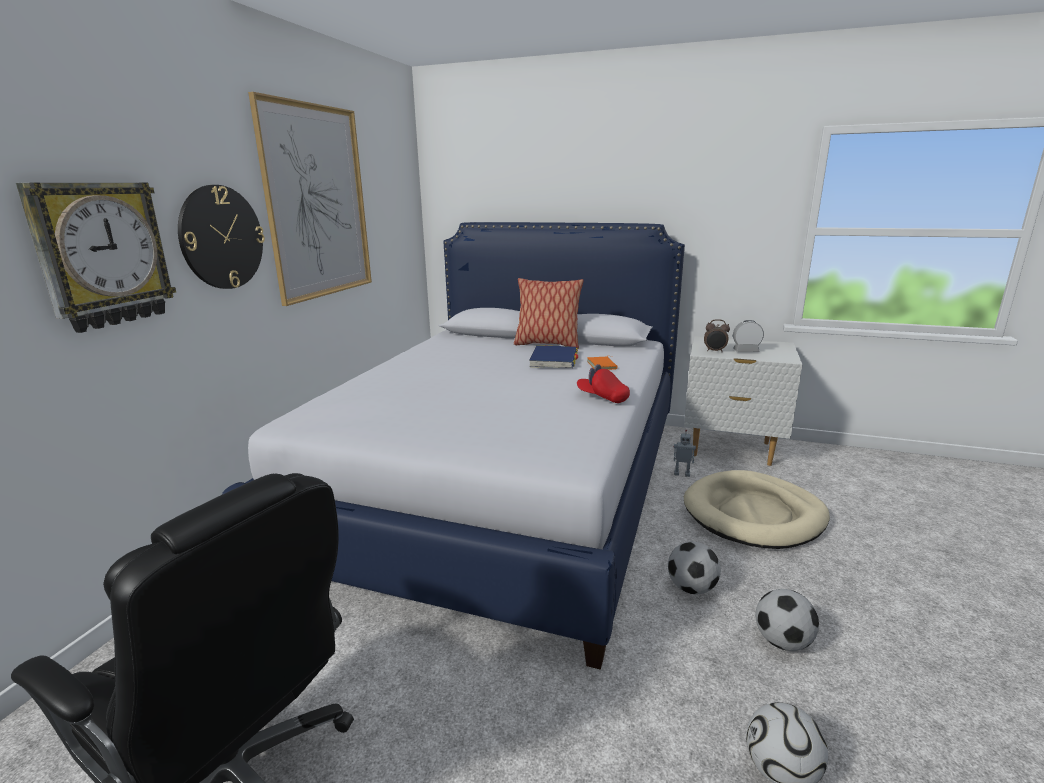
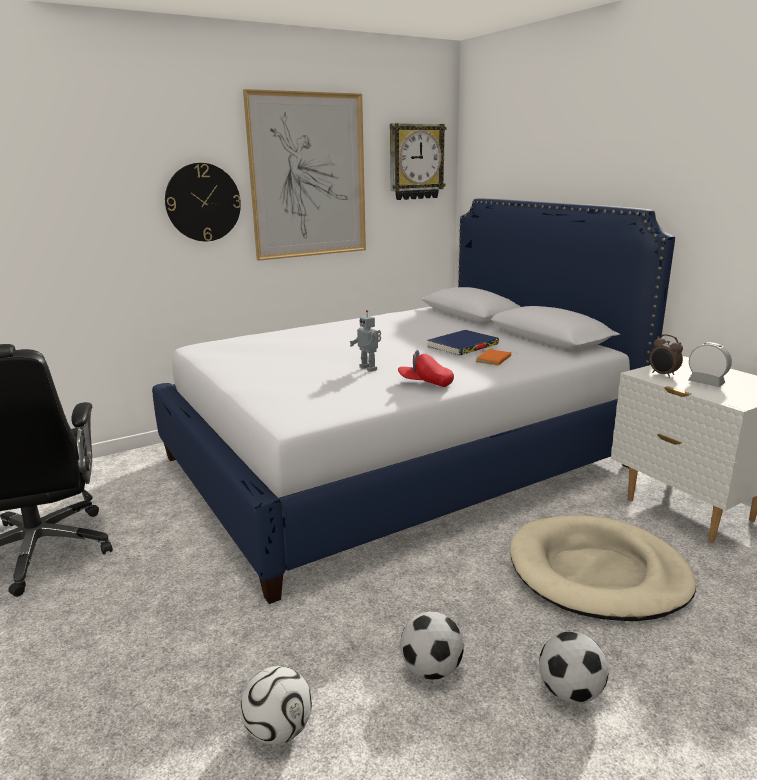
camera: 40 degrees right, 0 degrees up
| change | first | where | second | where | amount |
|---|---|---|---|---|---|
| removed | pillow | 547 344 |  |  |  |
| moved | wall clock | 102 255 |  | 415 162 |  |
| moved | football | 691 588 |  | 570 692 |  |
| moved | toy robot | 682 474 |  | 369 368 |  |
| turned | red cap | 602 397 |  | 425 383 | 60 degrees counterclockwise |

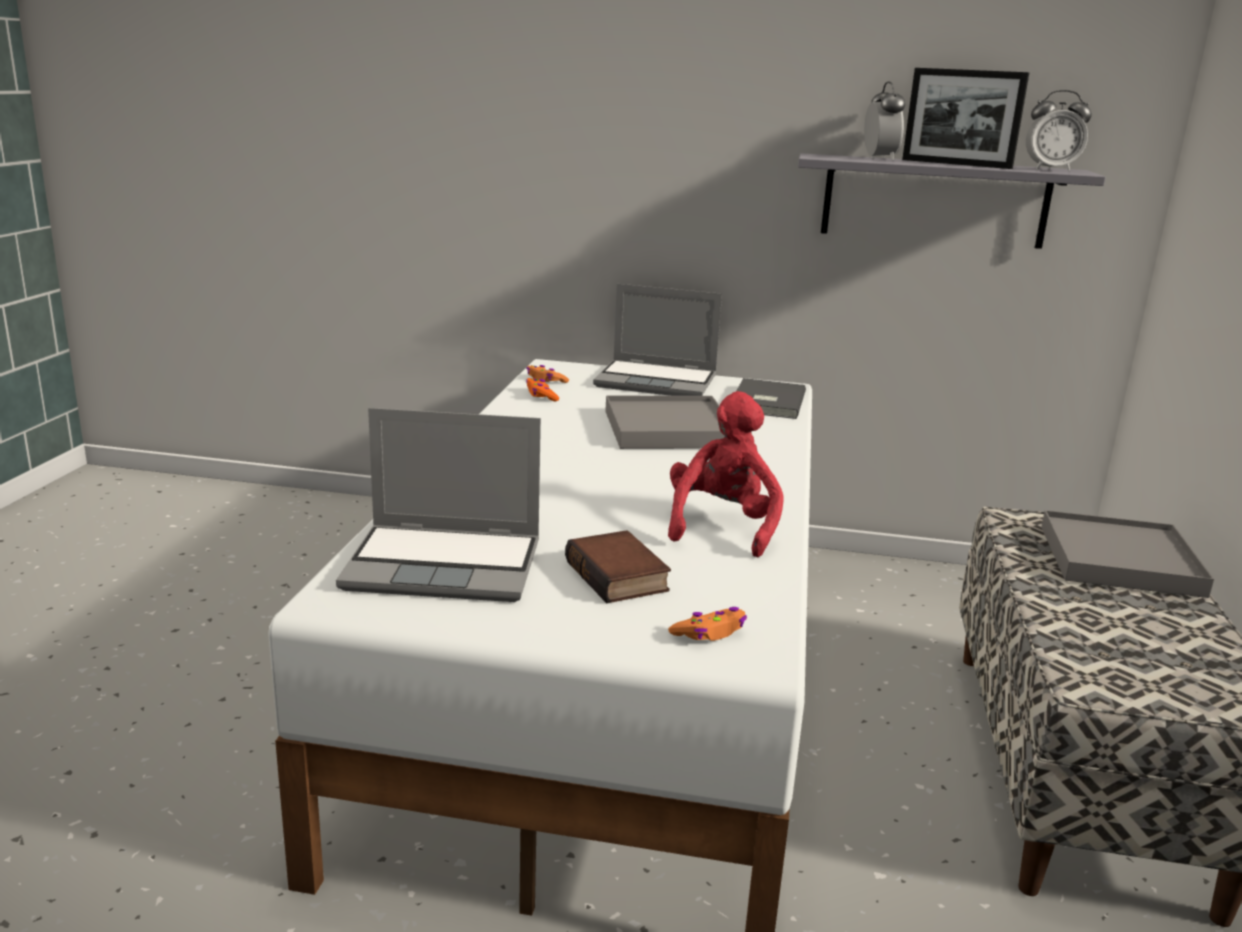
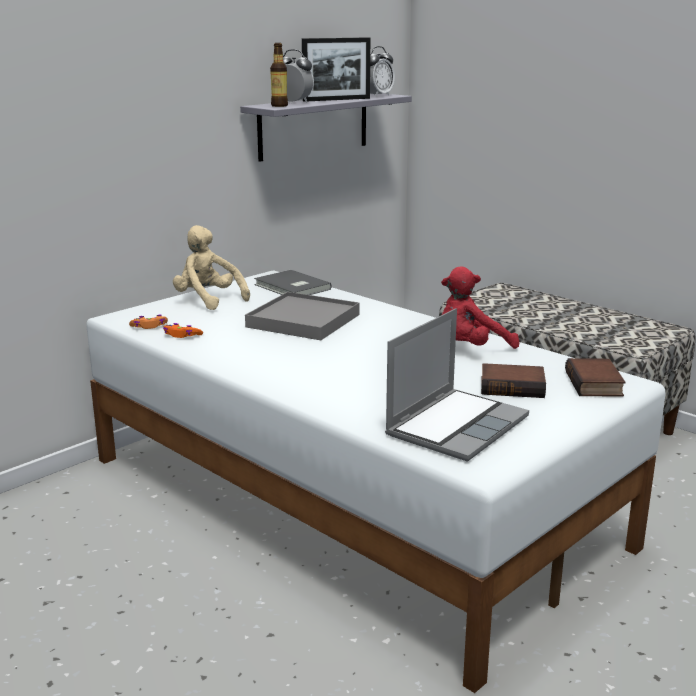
camera: 55 degrees left, 0 degrees up
| change | first | where | second | where | amount |
|---|---|---|---|---|---|
| removed | grey tray | 1118 560 |  |  |  |
| added |  |  | bottle | 279 106 |  |
| replaced | laptop | 658 382 | beige plush toy | 208 300 |  |
| replaced | orange game controller | 710 632 | book | 596 384 |  |
| turned | red plush toy | 722 526 |  | 470 348 | 75 degrees counterclockwise |

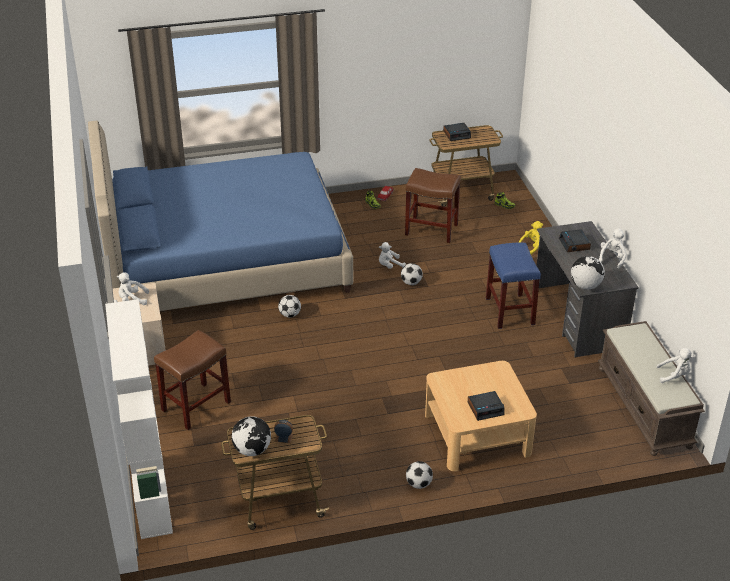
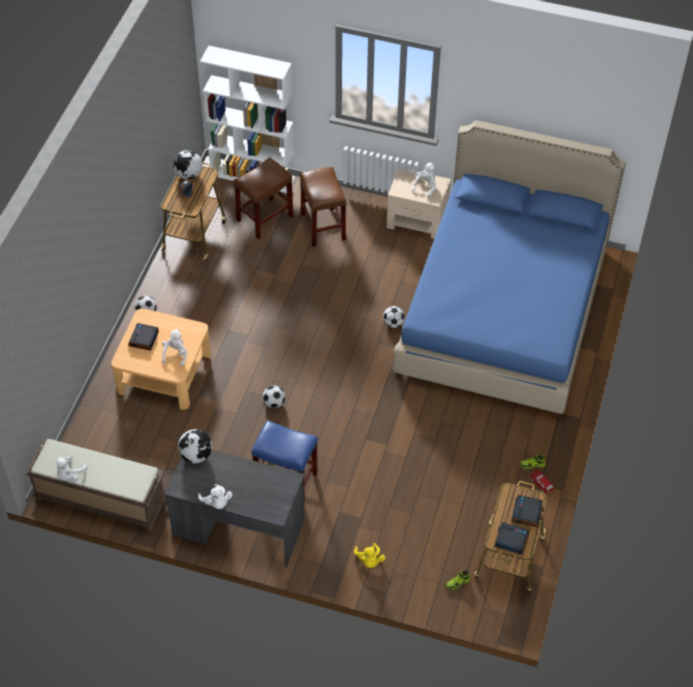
camera: 120 degrees right, 15 degrees up
| change | first | where | second | where | amount |
|---|---|---|---|---|---|
| moved | white plush toy | 389 266 |  | 175 354 |  |
| moved | football | 411 283 |  | 274 403 |  |
| moved | brown stool | 432 230 |  | 264 219 |  |
| moved | alarm clock | 574 244 |  | 511 540 |  |

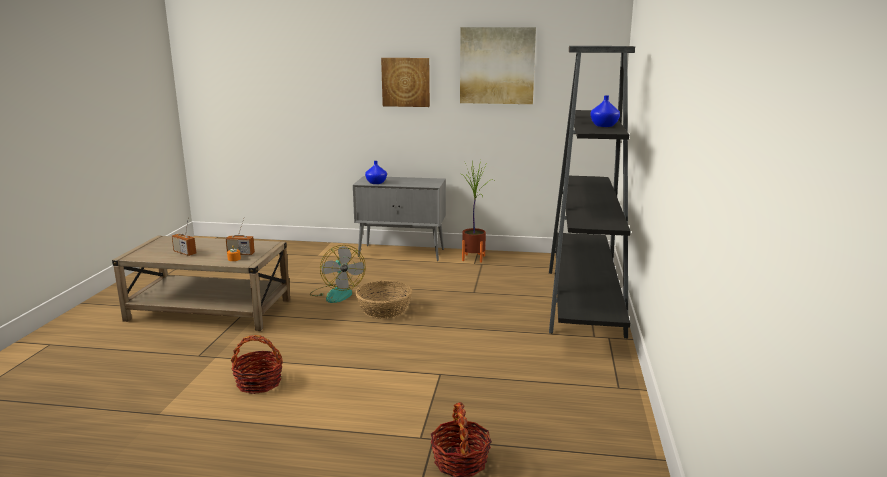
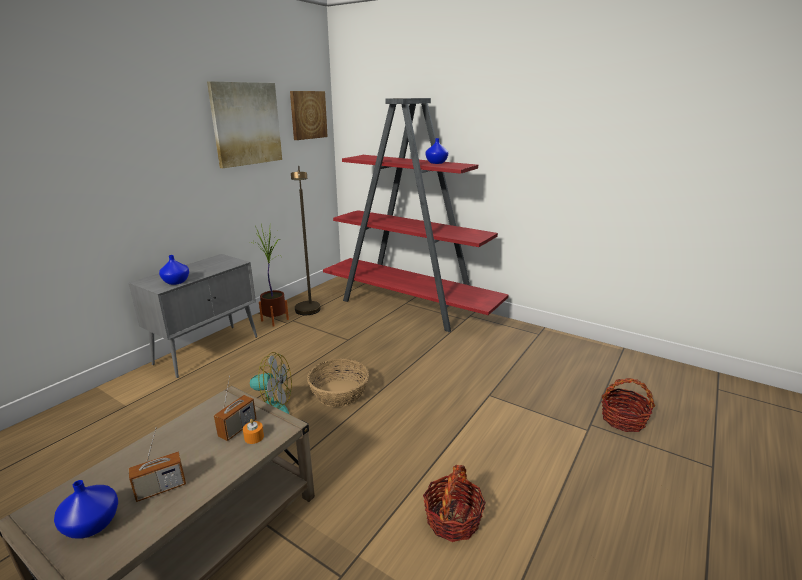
camera: 65 degrees left, 5 degrees up
| change | first | where | second | where | amount |
|---|---|---|---|---|---|
| added |  |  | blue vase | 93 525 |  |
| added |  |  | brown floor lamp | 309 313 |  |
| moved | picture | 406 82 |  | 308 115 |  |
| recoloured | black bookcase | 584 302 | red bookcase | 410 306 |  |

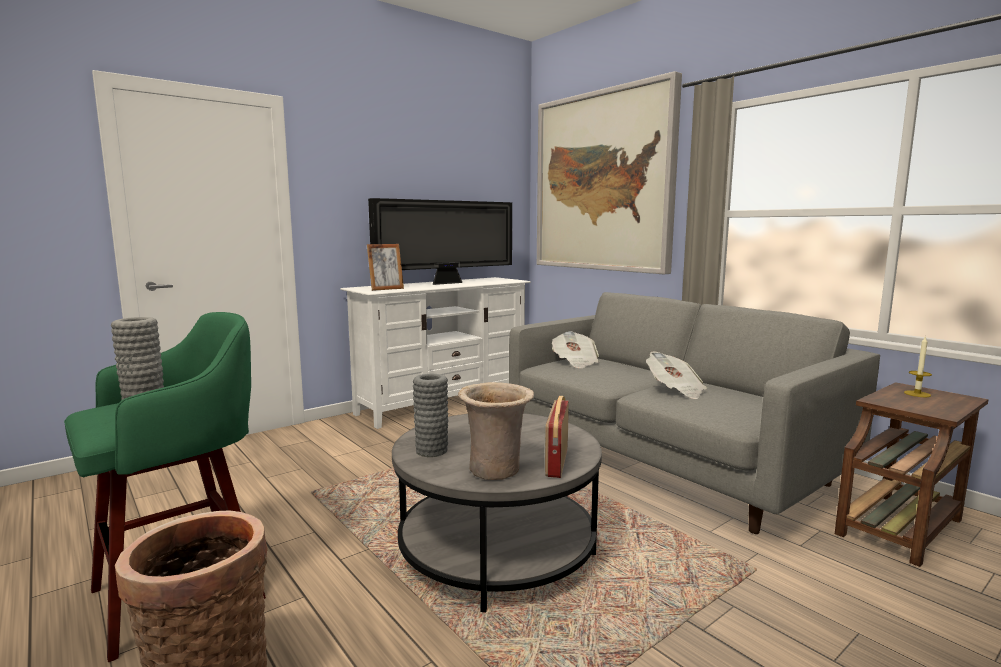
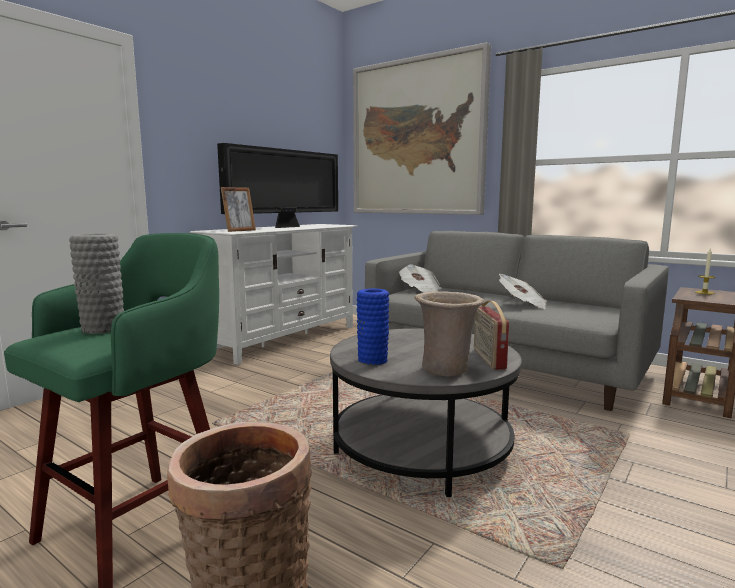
camera: 15 degrees left, 0 degrees up
| change | first | where | second | where | amount |
|---|---|---|---|---|---|
| recoloured | grey vase | 431 450 | blue vase | 372 360 |  |

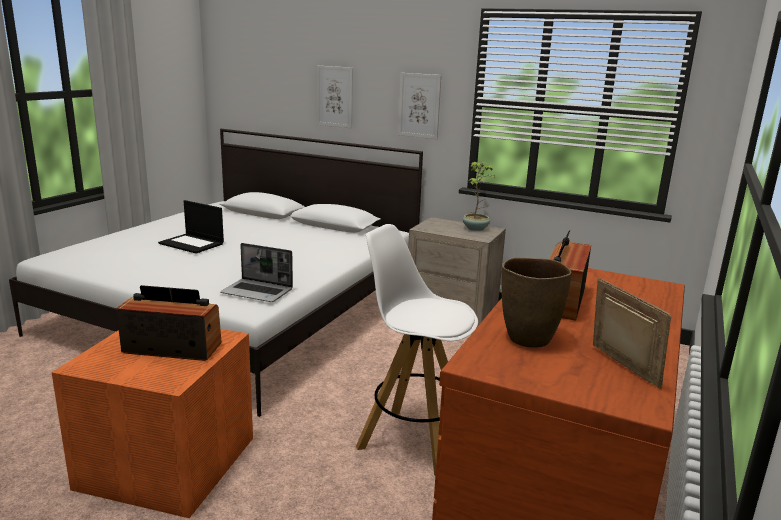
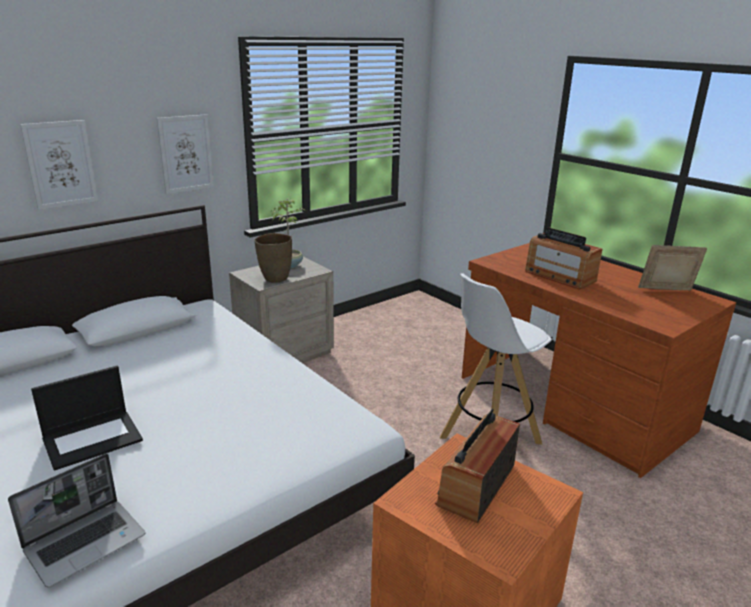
camera: 65 degrees left, 5 degrees up
| change | first | where | second | where | amount |
|---|---|---|---|---|---|
| moved | laptop | 258 292 |  | 86 542 |  |
| moved | brown vase | 527 339 |  | 275 279 |  |

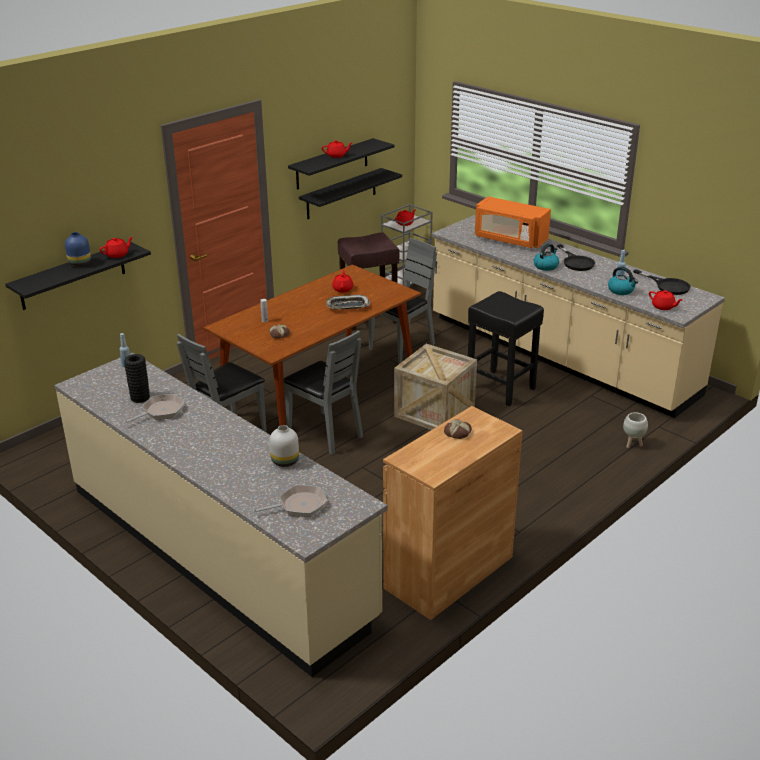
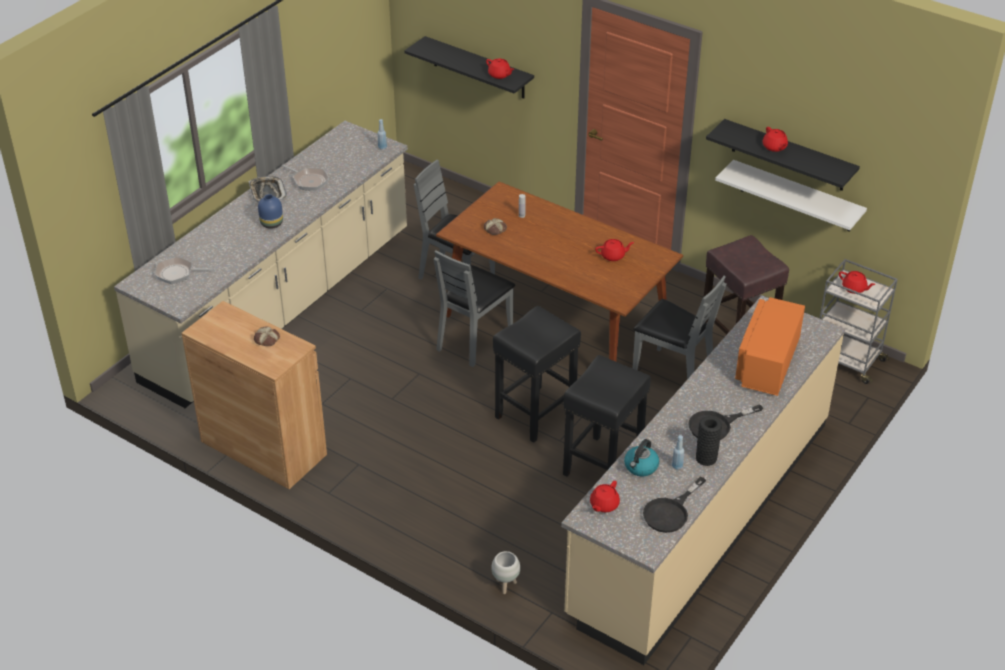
camera: 80 degrees right, 10 degrees up
| change | first | where | second | where | amount |
|---|---|---|---|---|---|
| removed | white vase | 284 461 |  |  |  |
| removed | kettle | 546 266 |  |  |  |
| moved | blue vase | 79 263 |  | 272 223 |  |
| moved | black vase | 140 397 |  | 706 458 |  |
| moved | tray | 347 306 |  | 267 193 |  |
| replaced | crate | 434 412 | black stool | 535 415 |  |
| recoloured | black shelf | 341 194 | white shelf | 796 196 |  |
| turned | frying pan | 299 505 |  | 177 273 | 120 degrees clockwise |

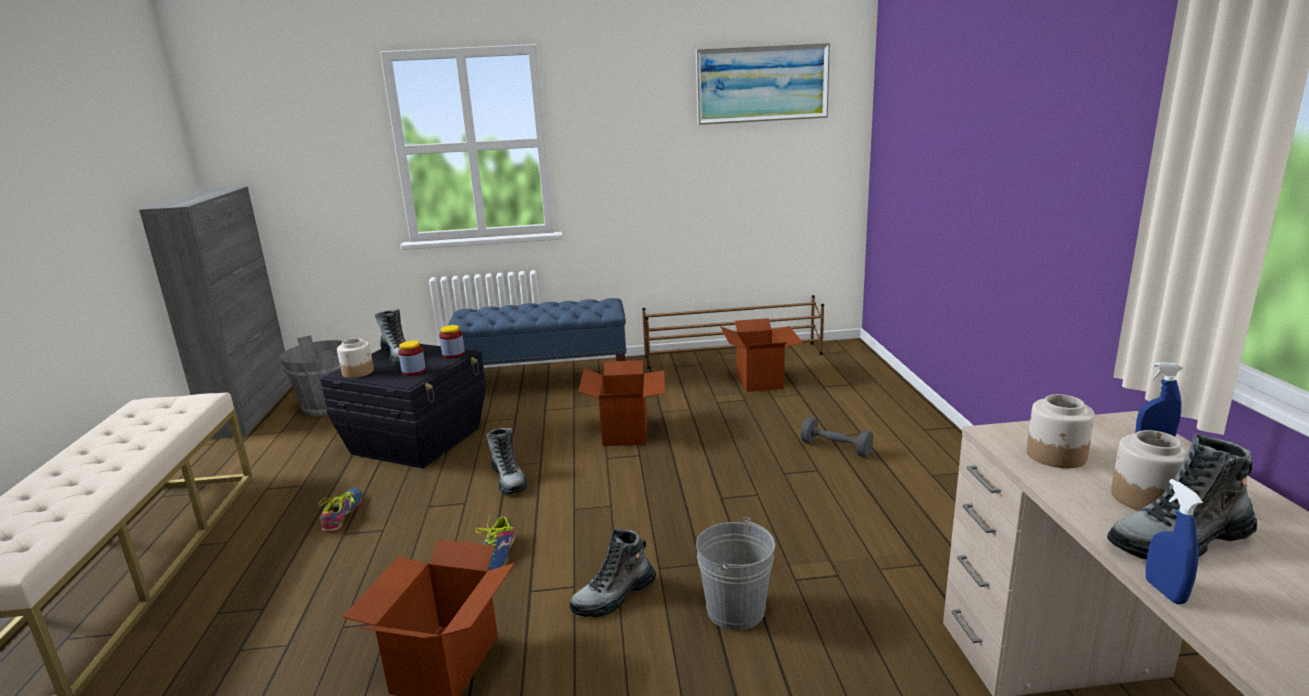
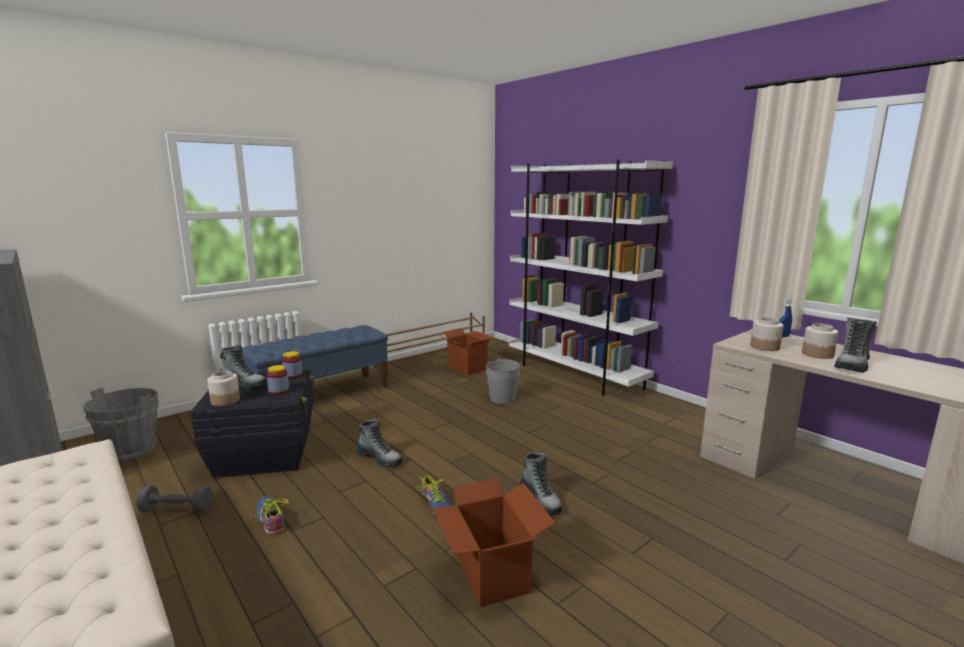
camera: 35 degrees left, 5 degrees down
| change | first | where | second | where | amount |
|---|---|---|---|---|---|
| removed | cardboard box | 626 432 |  |  |  |
| removed | picture | 762 84 |  |  |  |
| removed | blue spray bottle | 1164 591 |  |  |  |
| added |  |  | white bookcase | 574 374 |  |
| moved | grey bucket | 735 610 |  | 502 398 |  |
| moved | grey dumbbell | 836 448 |  | 177 509 |  |
| turned | boot | 614 597 |  | 541 499 | 45 degrees counterclockwise |

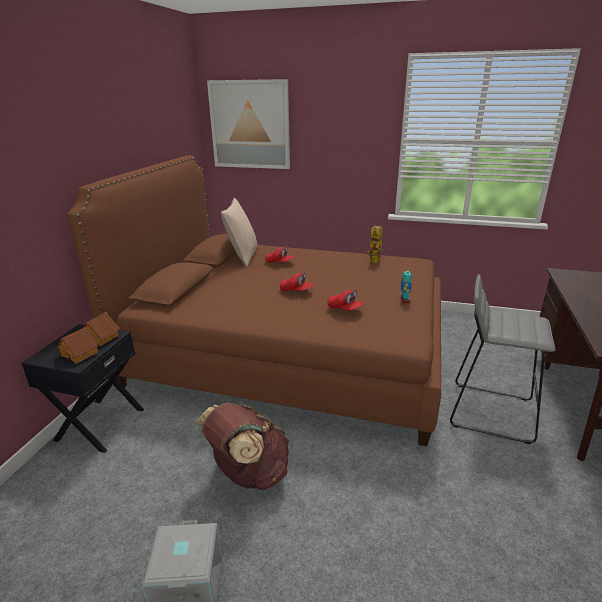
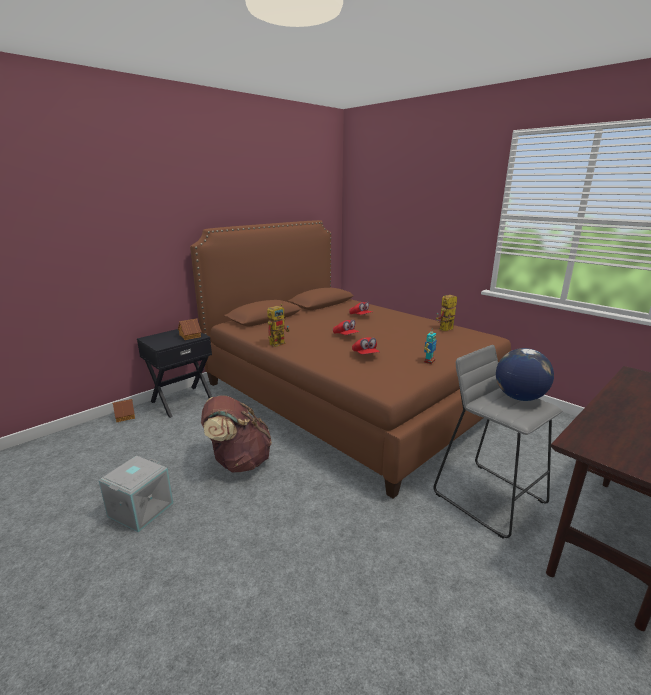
camera: 30 degrees right, 5 degrees down
| change | first | where | second | where | amount |
|---|---|---|---|---|---|
| removed | picture | 250 125 |  |  |  |
| removed | beige pillow | 242 256 |  |  |  |
| added |  |  | toy robot | 279 342 |  |
| added |  |  | globe | 519 397 |  |
| moved | toy house | 80 354 |  | 125 416 |  |

